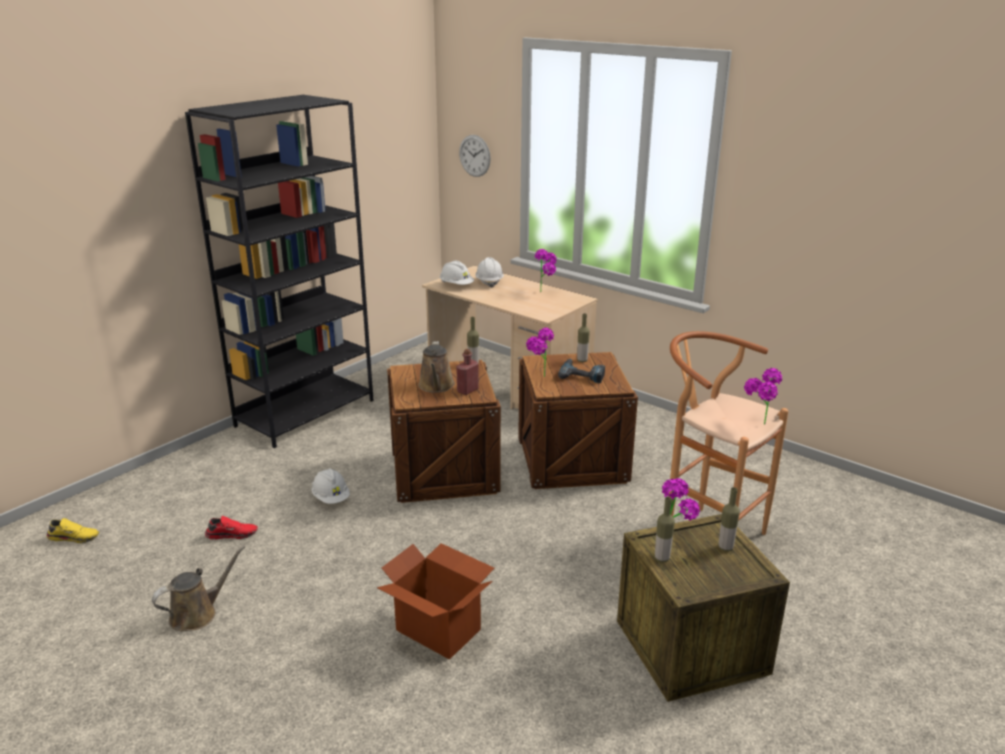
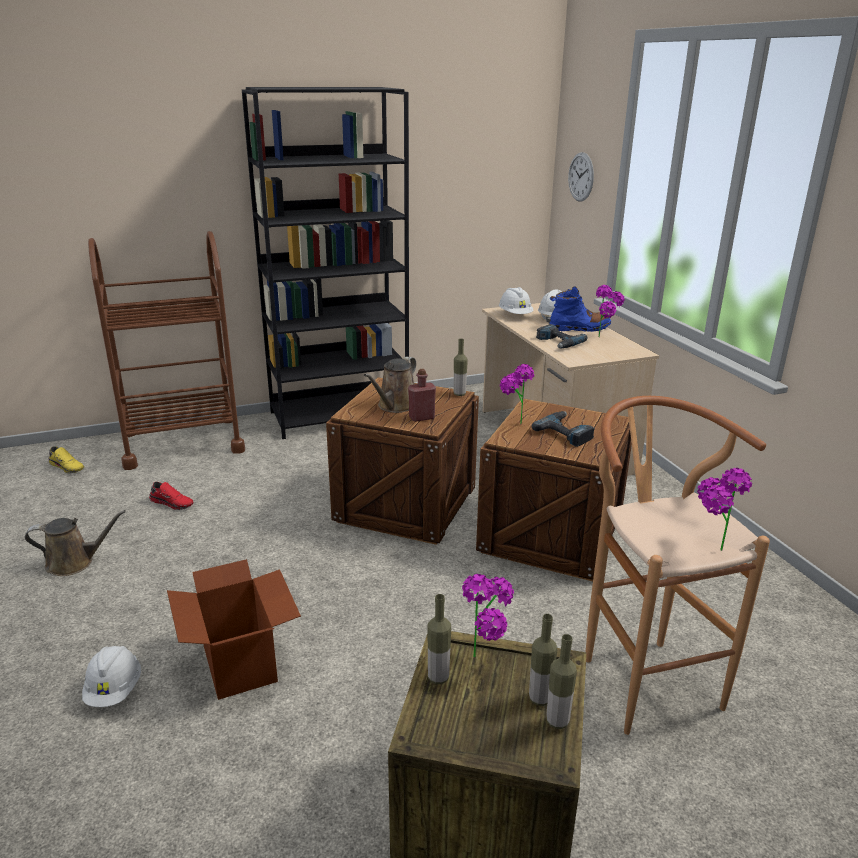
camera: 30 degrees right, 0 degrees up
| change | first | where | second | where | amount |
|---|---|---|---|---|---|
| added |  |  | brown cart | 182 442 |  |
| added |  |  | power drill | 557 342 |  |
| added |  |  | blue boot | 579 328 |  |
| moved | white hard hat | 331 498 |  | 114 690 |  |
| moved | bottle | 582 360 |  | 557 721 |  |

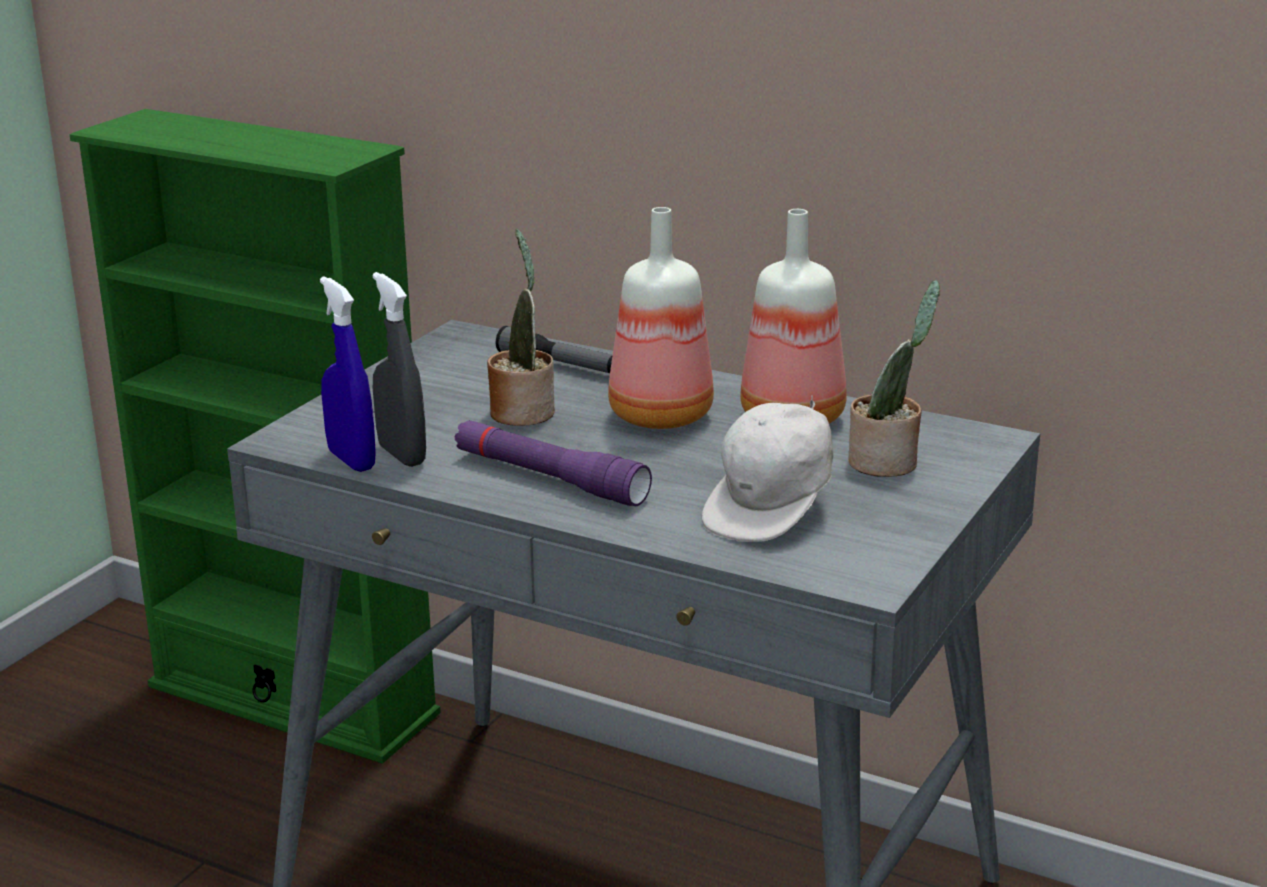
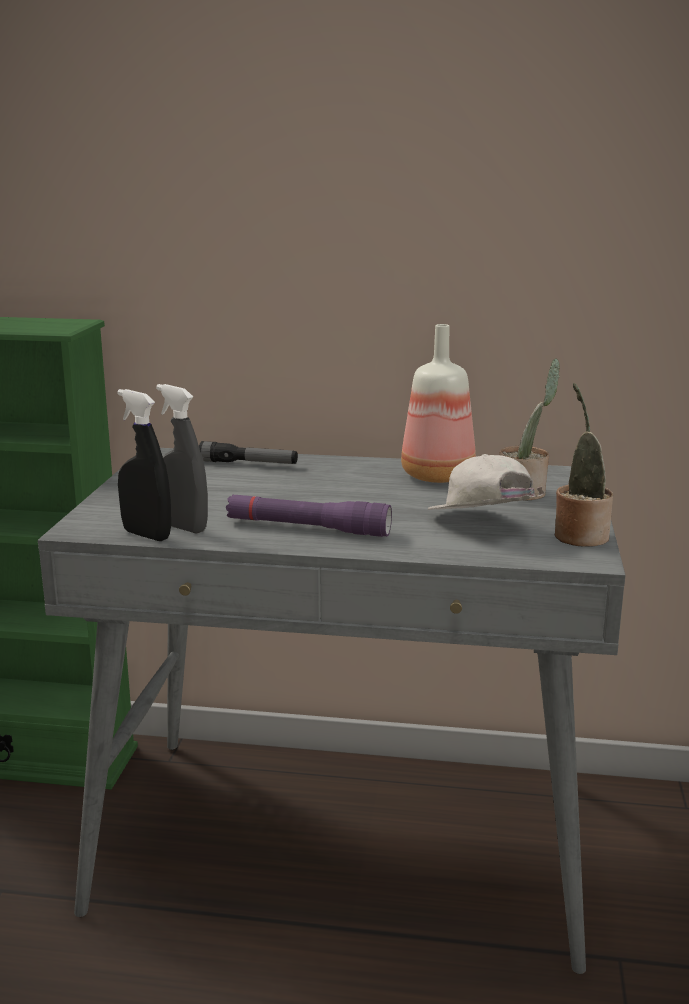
camera: 20 degrees left, 5 degrees down
| change | first | where | second | where | amount |
|---|---|---|---|---|---|
| removed | bottle | 659 417 |  |  |  |
| moved | potted plant | 523 411 |  | 579 535 |  |
| recoloured | blue spray bottle | 351 460 | black spray bottle | 146 535 |  |
| turned | white cap | 773 510 |  | 481 527 | 135 degrees clockwise |

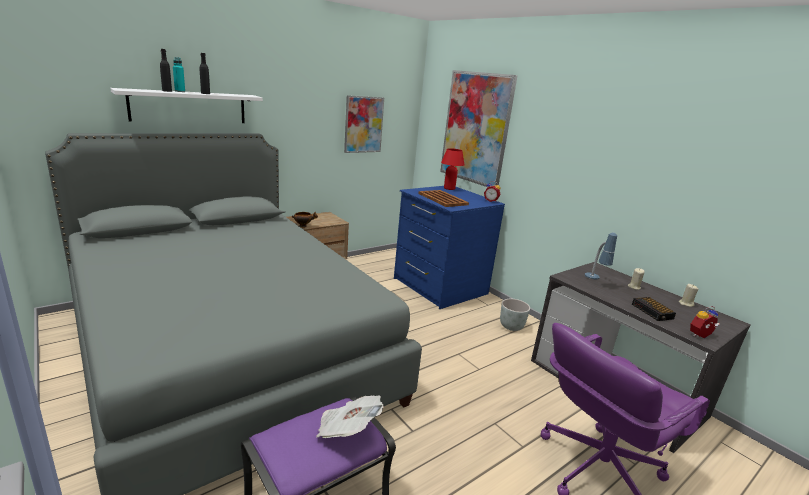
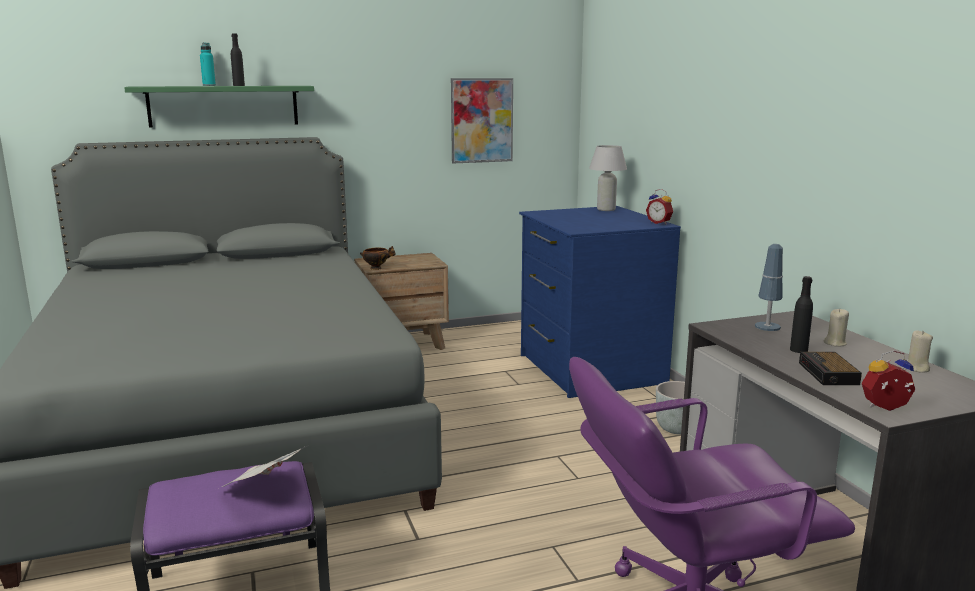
camera: 20 degrees right, 5 degrees down
| change | first | where | second | where | amount |
|---|---|---|---|---|---|
| removed | brown tray | 443 199 |  |  |  |
| removed | picture | 475 128 |  |  |  |
| moved | black bottle | 167 91 |  | 798 350 |  |
| recoloured | white shelf | 189 107 | green shelf | 223 106 |  |
| recoloured | red table lamp | 449 188 | white table lamp | 606 209 |  |

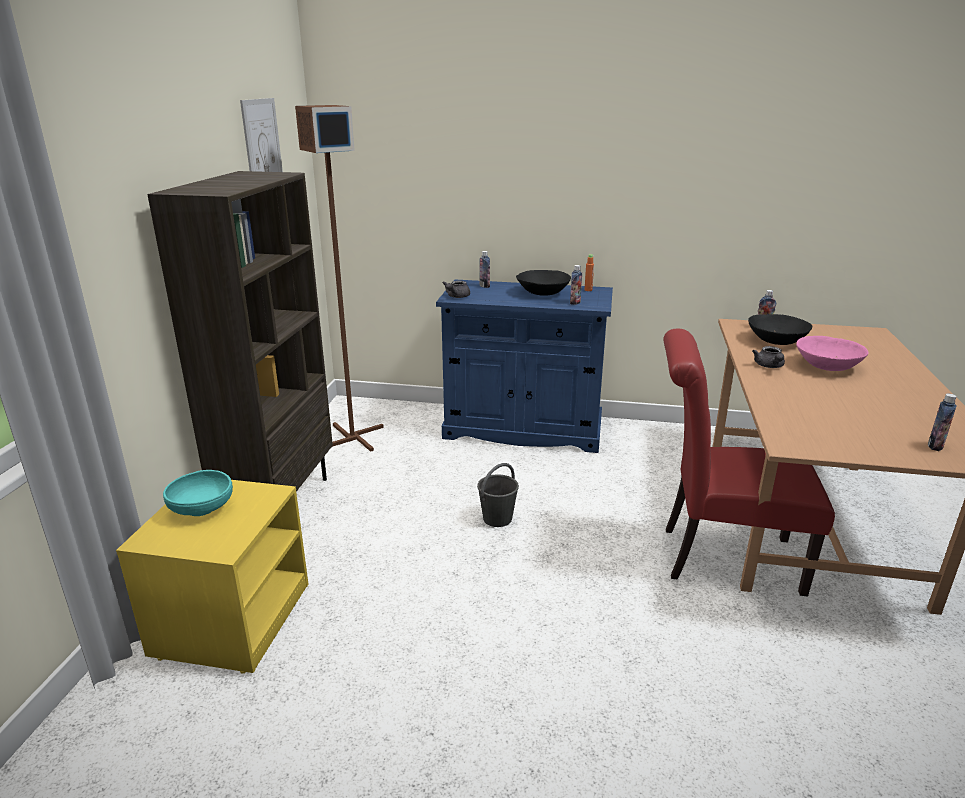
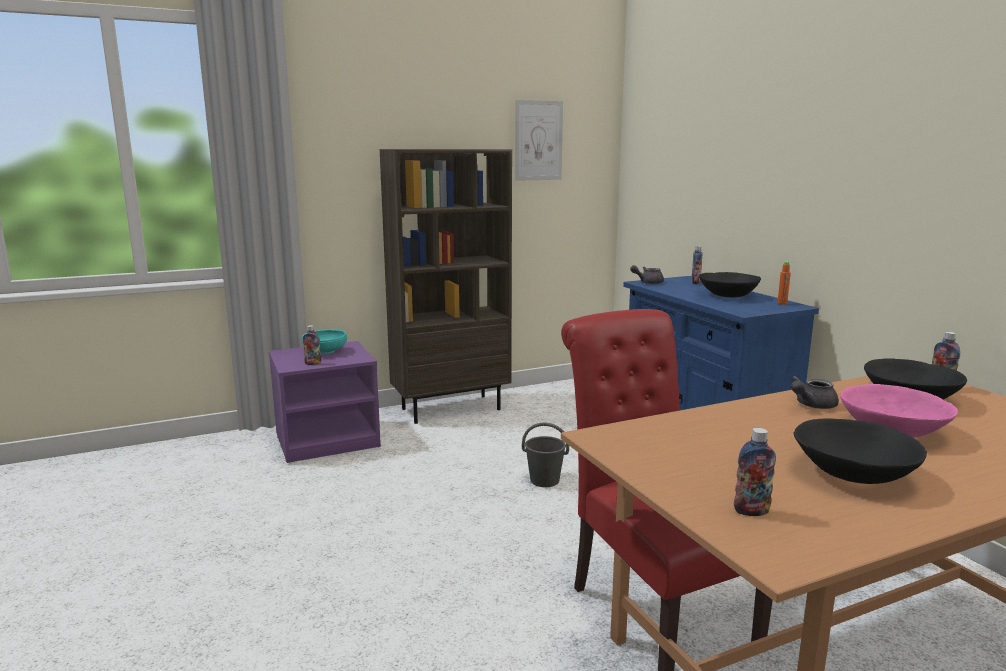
camera: 55 degrees right, 10 degrees down
| change | first | where | second | where | amount |
|---|---|---|---|---|---|
| removed | brown floor lamp | 351 437 |  |  |  |
| added |  |  | black bowl | 852 474 |  |
| moved | bottle | 575 303 |  | 313 364 |  |
| recoloured | yellow nightstand | 231 618 | purple nightstand | 328 440 |  |

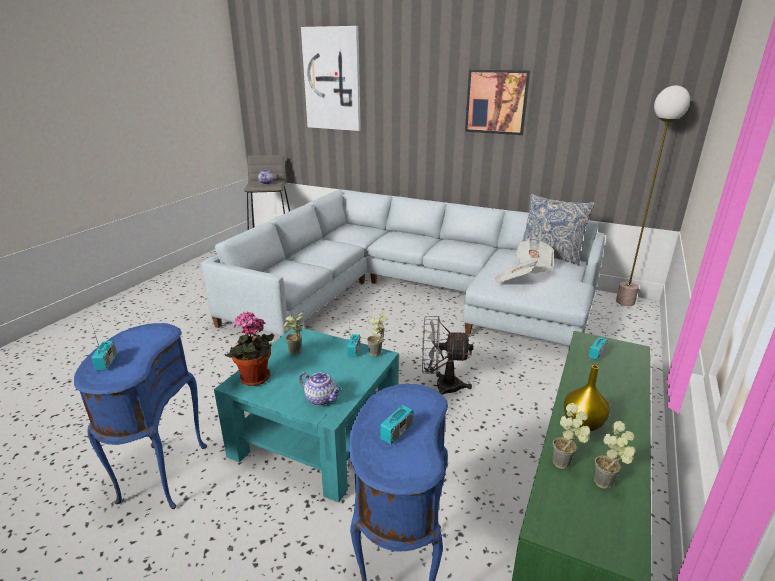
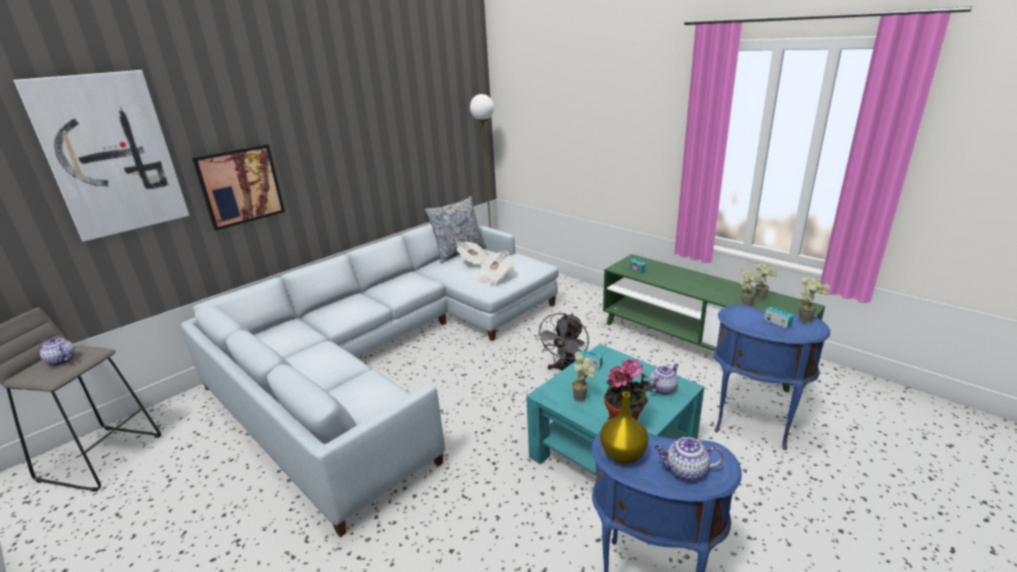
camera: 70 degrees left, 0 degrees up
| change | first | where | second | where | amount |
|---|---|---|---|---|---|
| moved | potted plant | 377 355 |  | 808 320 |  |
| moved | picture | 496 102 |  | 240 186 |  |
| moved | yellow vase | 583 424 |  | 623 454 |  |
| replaced | radio | 107 362 | teapot | 685 471 |  |

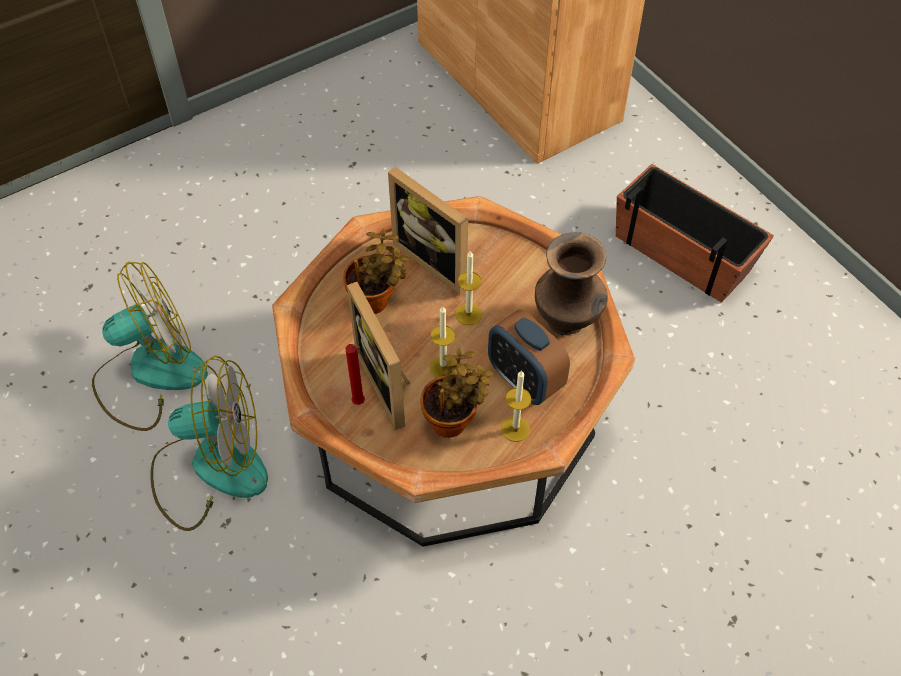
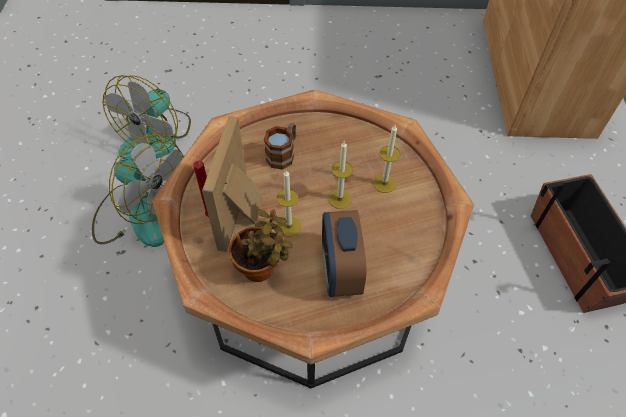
camera: 35 degrees right, 0 degrees up
| change | first | where | second | where | amount |
|---|---|---|---|---|---|
| removed | picture frame | 437 260 |  |  |  |
| removed | brown vase | 567 322 |  |  |  |
| moved | candle | 515 429 |  | 384 183 |  |
| replaced | potted plant | 376 301 | mug | 283 154 |  |
| turned | fan | 149 374 |  | 157 137 | 105 degrees clockwise |

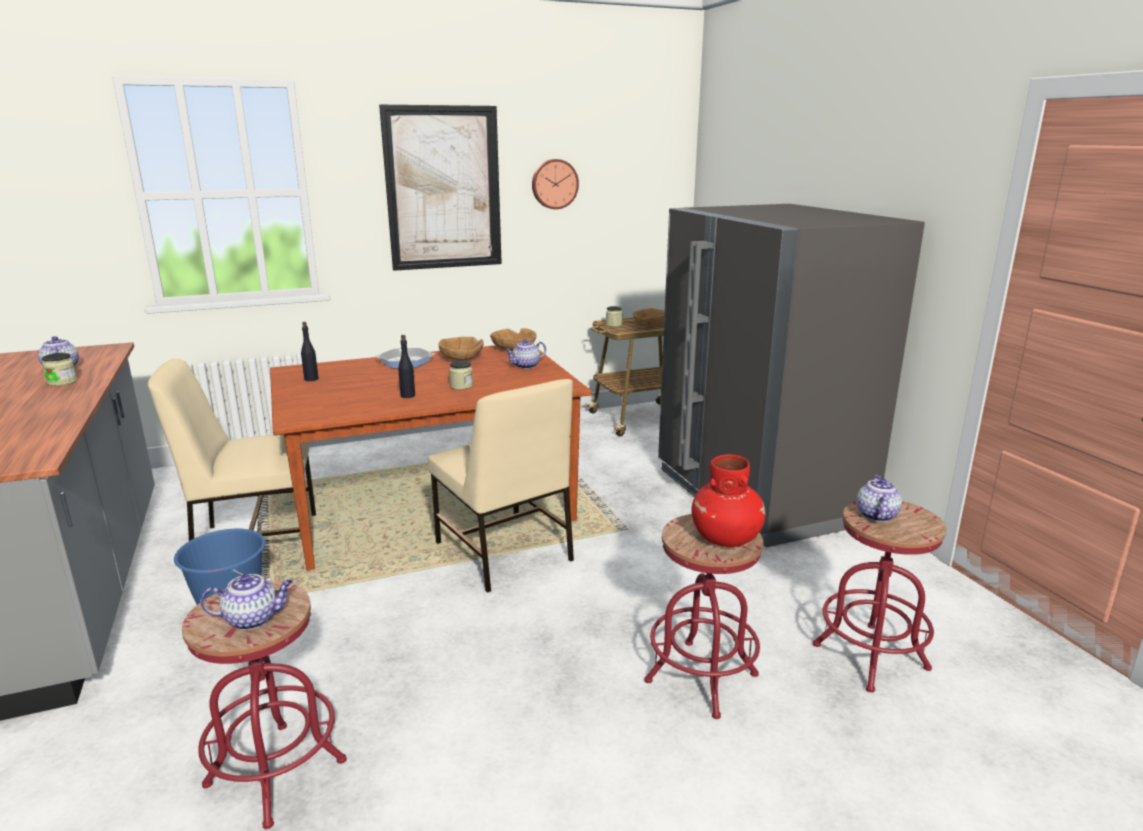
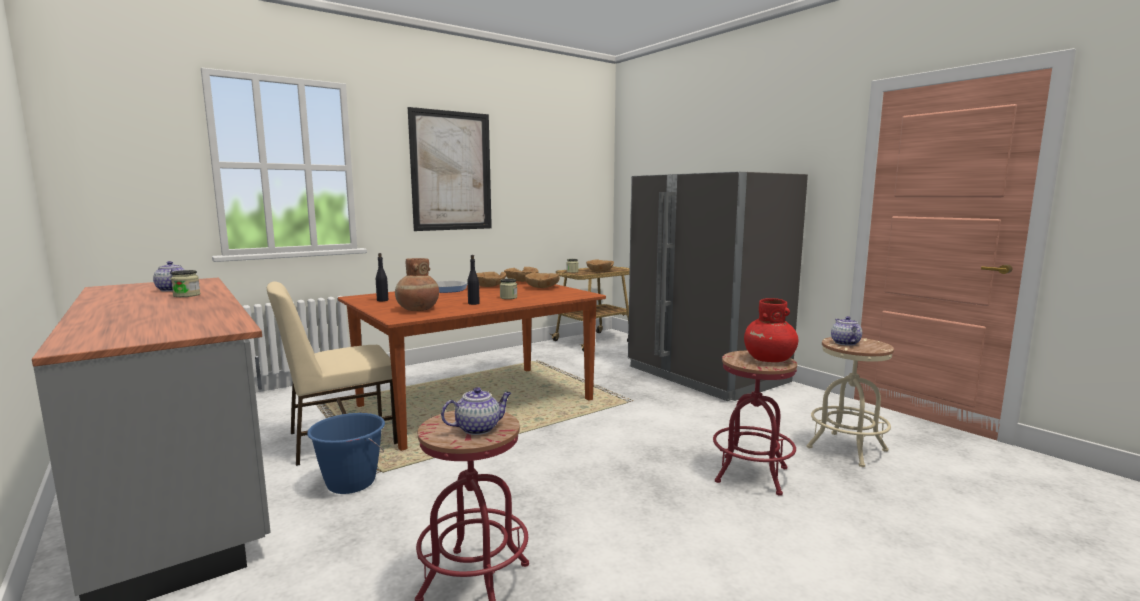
camera: 15 degrees left, 10 degrees down
| change | first | where | second | where | amount |
|---|---|---|---|---|---|
| removed | beige chair | 503 553 |  |  |  |
| removed | wall clock | 554 184 |  |  |  |
| added |  |  | brown vase | 417 309 |  |
| replaced | teapot | 525 366 | brown bowl | 542 287 |  |
| recoloured | red stool | 870 657 | beige stool | 847 449 |  |

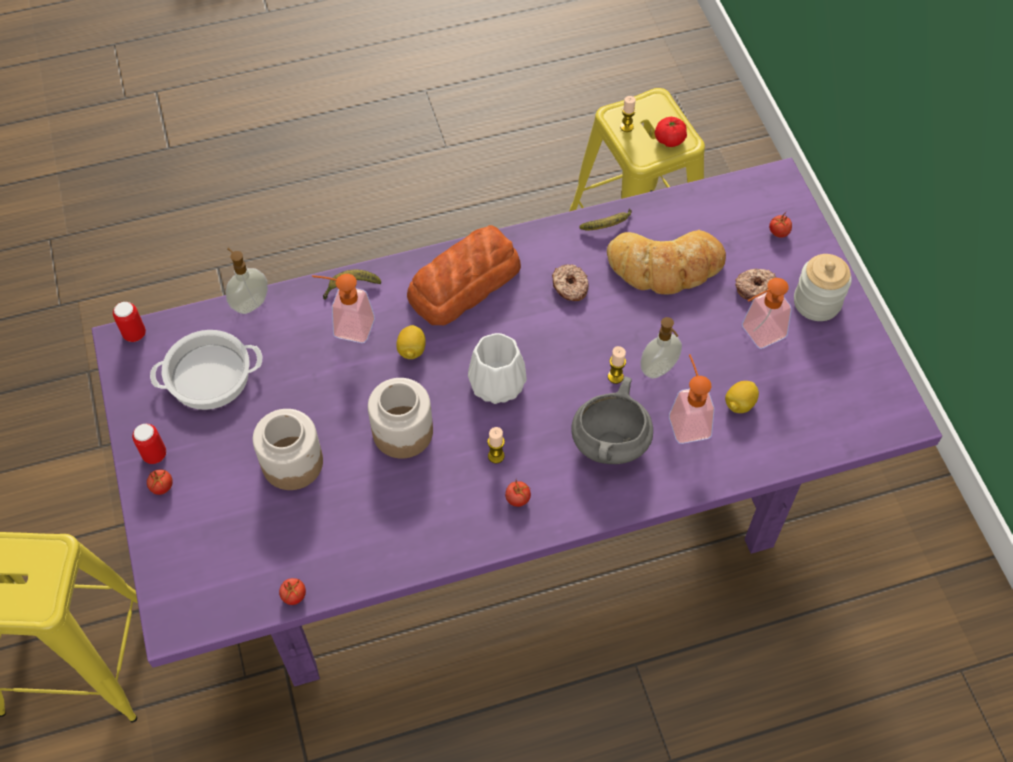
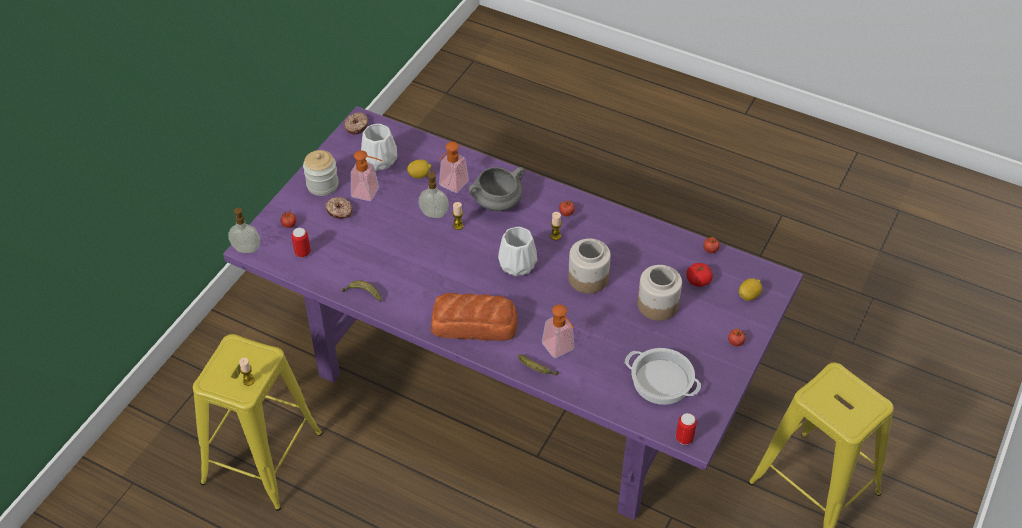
camera: 135 degrees left, 10 degrees down
| change | first | where | second | where | amount |
|---|---|---|---|---|---|
| removed | bread | 665 267 |  |  |  |
| added |  |  | white vase | 378 161 |  |
| moved | can | 155 455 |  | 302 252 |  |
| moved | soap dispenser | 250 303 |  | 246 250 |  |
| moved | lemon | 412 350 |  | 749 295 |  |
| moved | donut | 569 287 |  | 357 126 |  |
| moved | tomato | 669 139 |  | 698 280 |  |

